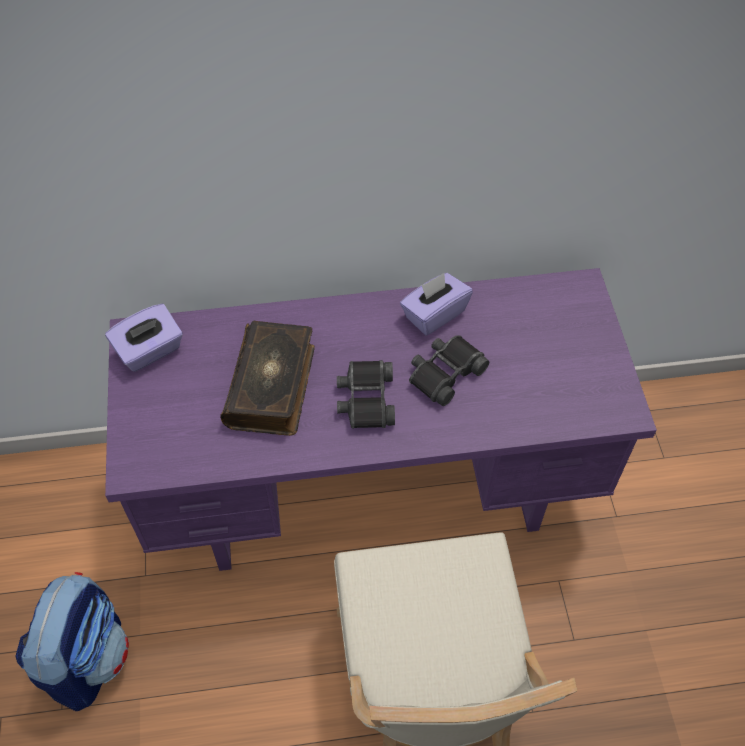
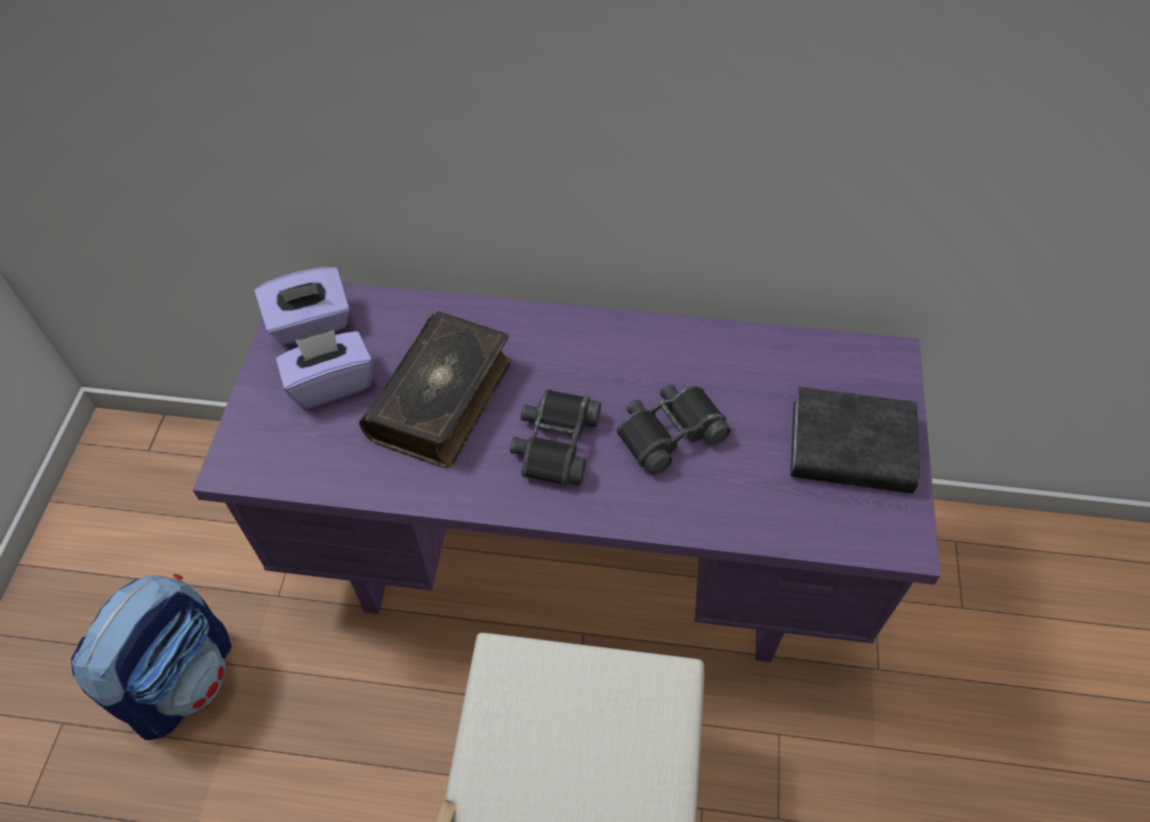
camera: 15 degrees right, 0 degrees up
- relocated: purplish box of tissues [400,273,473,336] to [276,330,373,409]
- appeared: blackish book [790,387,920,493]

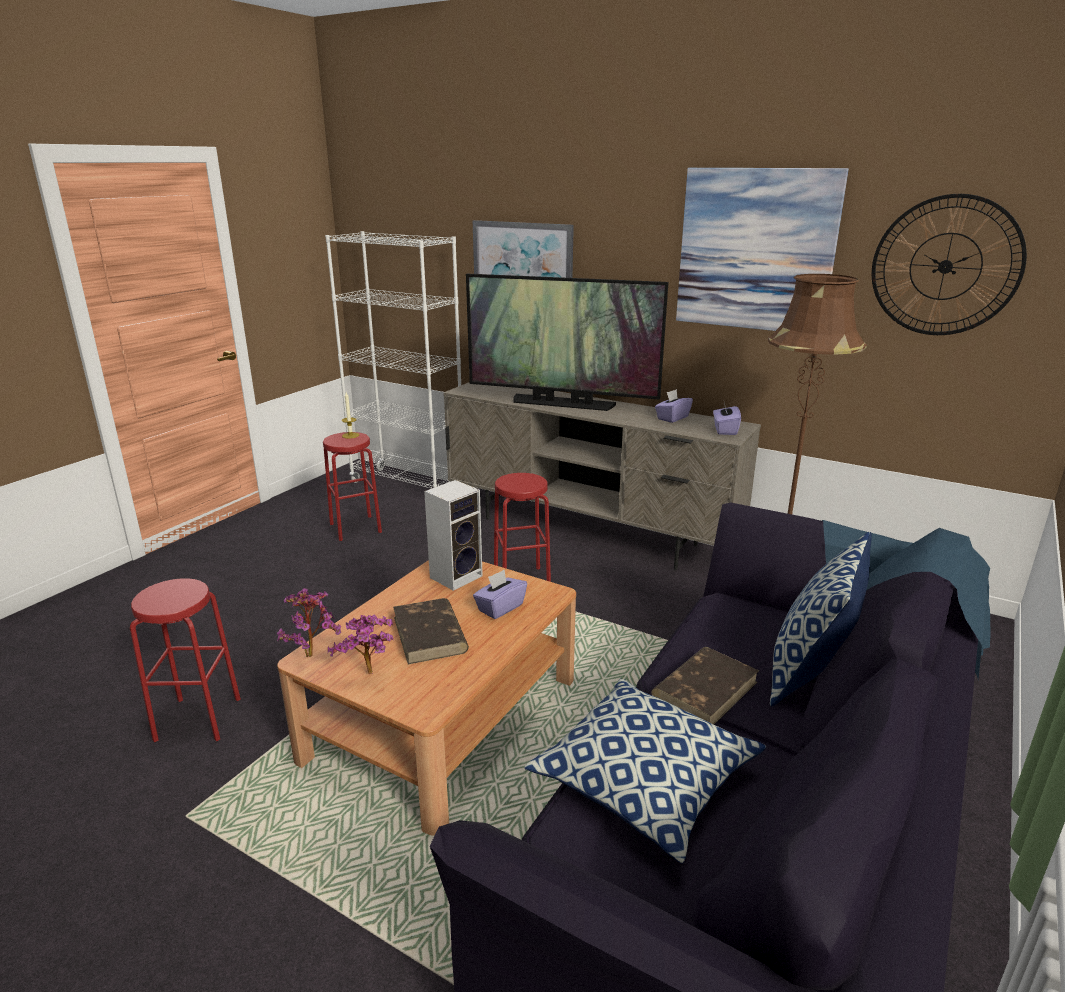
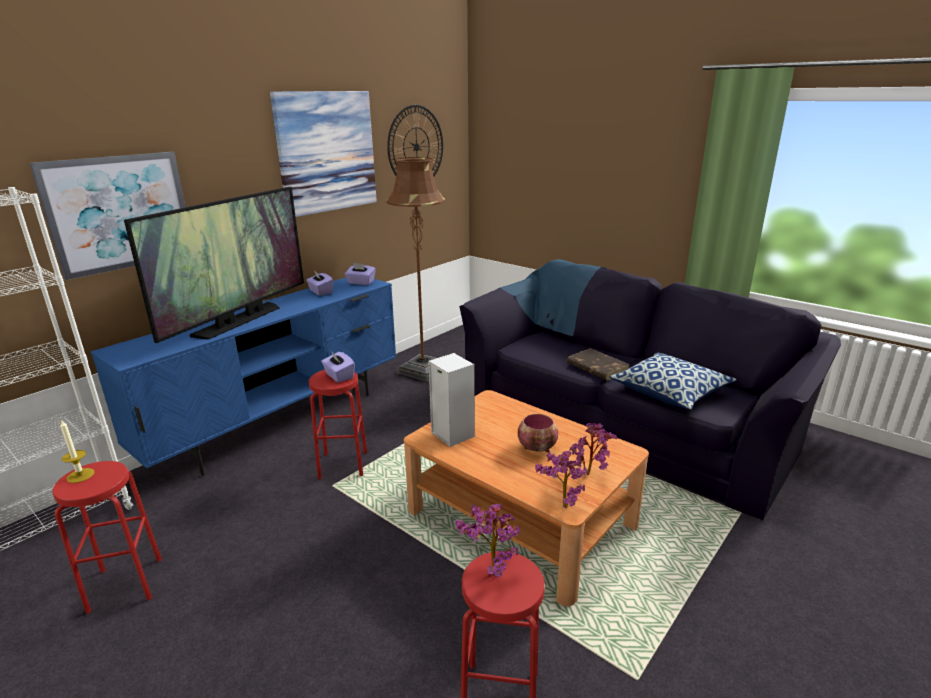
camera: 80 degrees left, 0 degrees up
- exchanged: brown-coloured book [393,598,469,664] to serving bowl [518,414,558,452]
- colour: sand-coloured tv stand [443,382,761,570] to blue tv stand [91,278,396,476]
- relocated: purplish box of tissues [473,570,527,619] to [321,351,355,383]
- missing: throw pillow [770,532,872,707]
- appeared: houseplant [456,504,521,577]

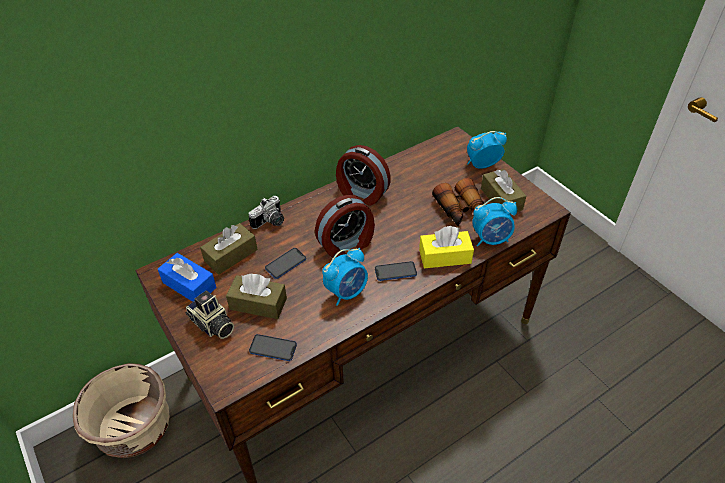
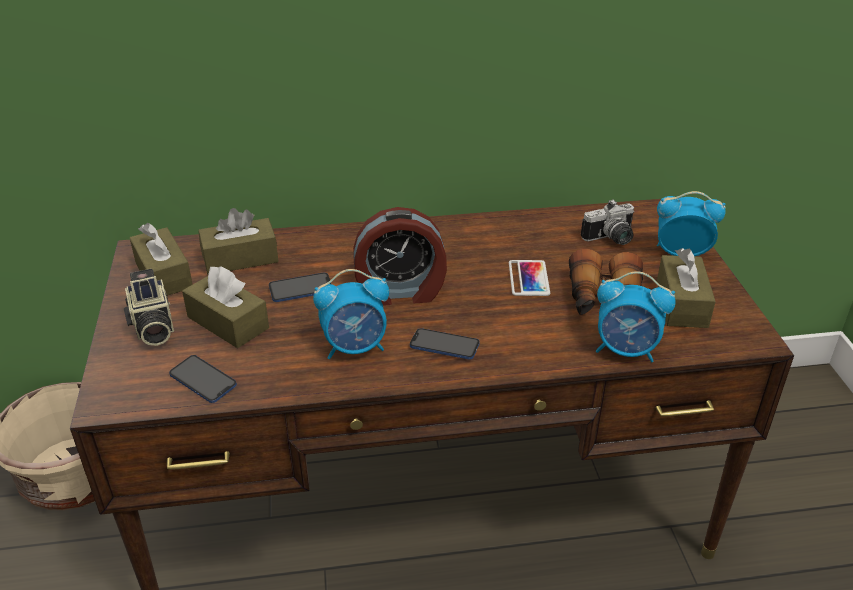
camera: 25 degrees right, 10 degrees down
- colour: blue box of tissues [158,253,217,302] to brown-coloured box of tissues [130,223,193,296]
- relocated: still camera [249,196,284,229] to [581,199,635,245]
- missing: table clock [336,145,390,206]
- missing: yellowish box of tissues [419,226,474,268]
- appeared: phone [509,260,550,296]

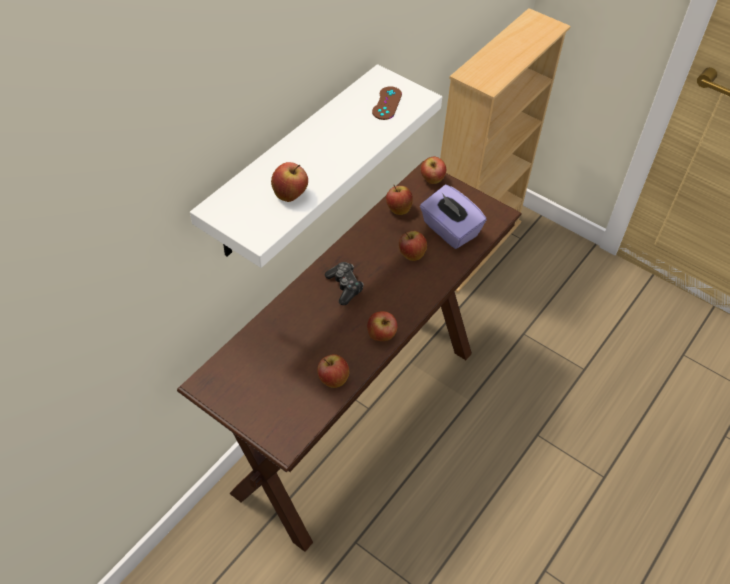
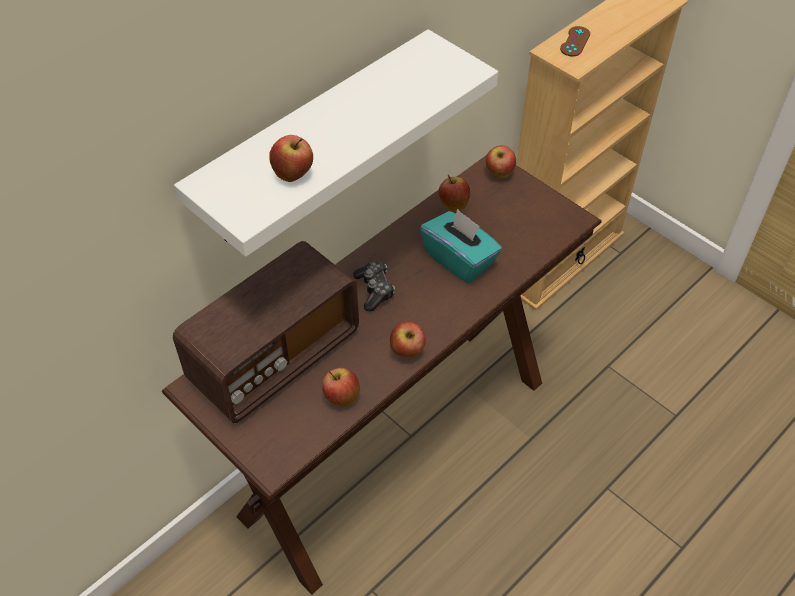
camera: 10 degrees right, 0 degrees up
- relocated: brown-coloured gamepad [372,86,402,120] to [560,26,590,56]
- exchanged: apple [399,231,427,261] to turquoise box of tissues [420,208,502,283]
- missing: purplish box of tissues [420,185,487,249]
- appeared: radio receiver [173,241,359,423]

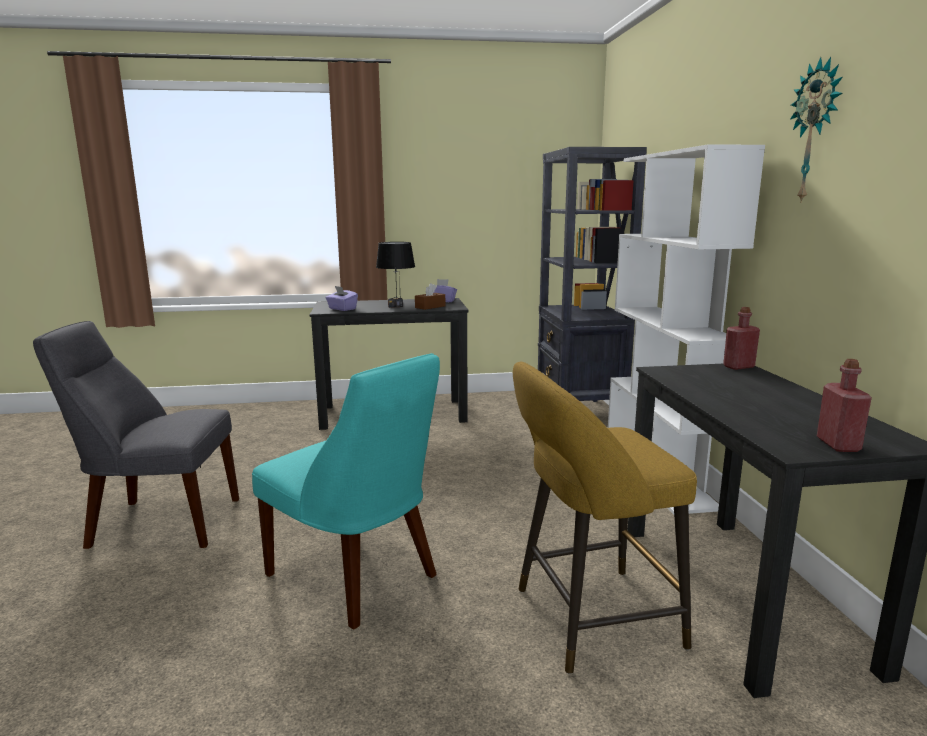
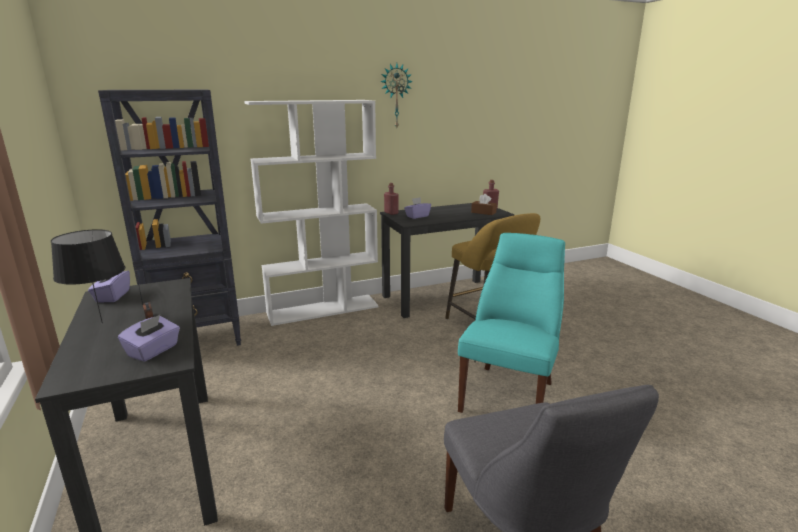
camera: 105 degrees left, 5 degrees up
- relocated: brown-coloured box of tissues [415,283,445,310] to [471,194,497,215]
- appeared: purplish box of tissues [404,197,431,219]

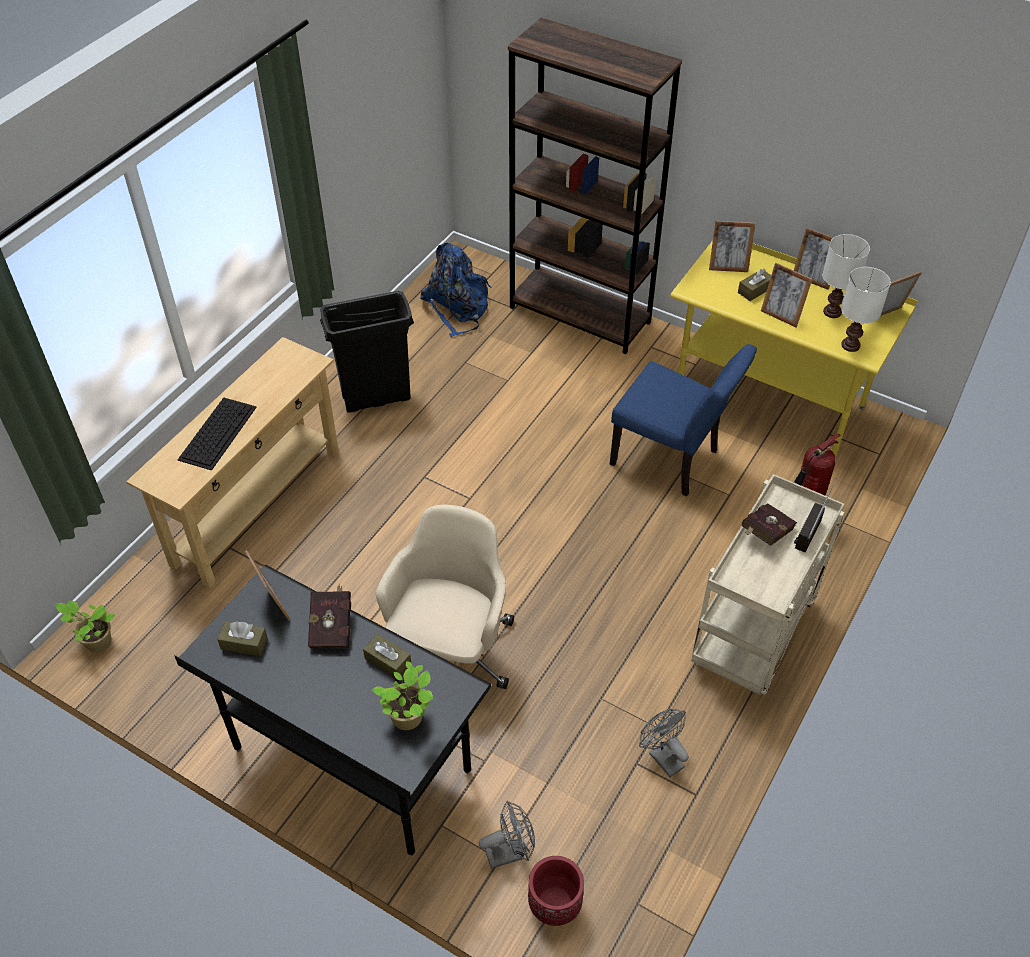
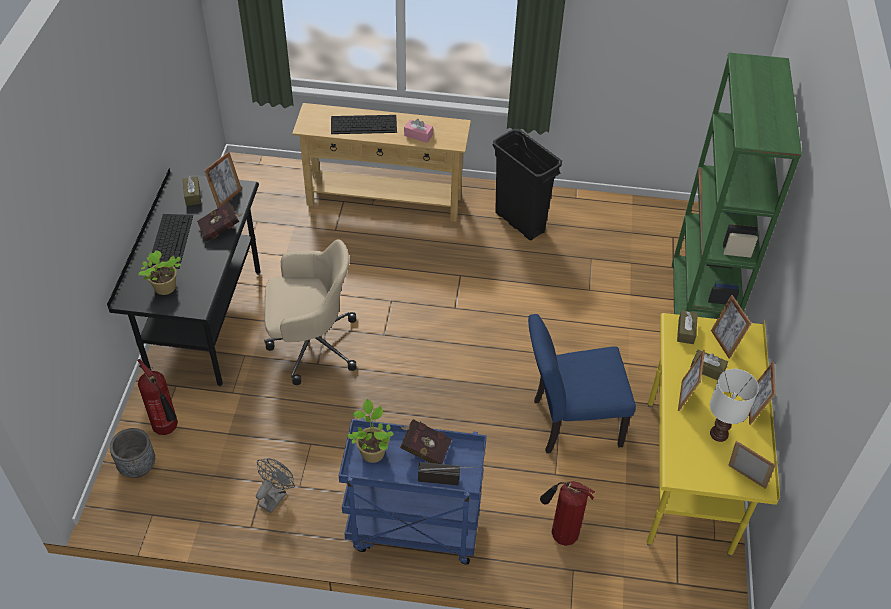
camera: 65 degrees right, 0 degrees up
- relocated: houseplant [55,601,115,653] to [347,399,394,463]
- relocated: brown-coloured box of tissues [363,634,411,680] to [677,310,698,344]
- missing: blue rucksack [420,243,492,337]
- exchanged: gray fan [479,801,535,869] to fire extinguisher [137,359,178,435]
- colour: brown-coloured shelving unit [508,18,682,354] to green-coloured shelving unit [672,52,802,319]
- colour: red-coloured plant pot [528,856,584,926] to gray plant pot [110,428,155,478]
- spun: blue upright chair [610,344,757,497] = [528,314,636,453] 75 degrees clockwise
- colour: sand-coloured trolley [691,474,845,695] to blue trolley [339,418,487,565]
- missing: white-coloured table lamp [841,267,891,352]
- appeared: keyboard [148,214,193,269]
- appeared: pinkish box of tissues [404,119,433,143]

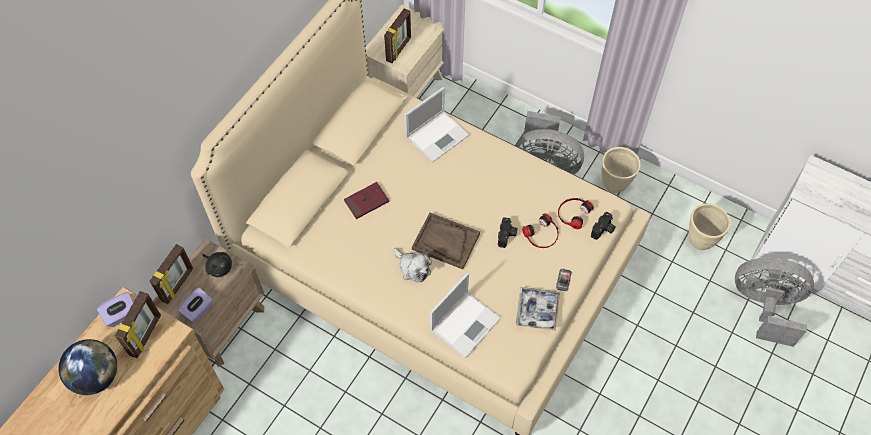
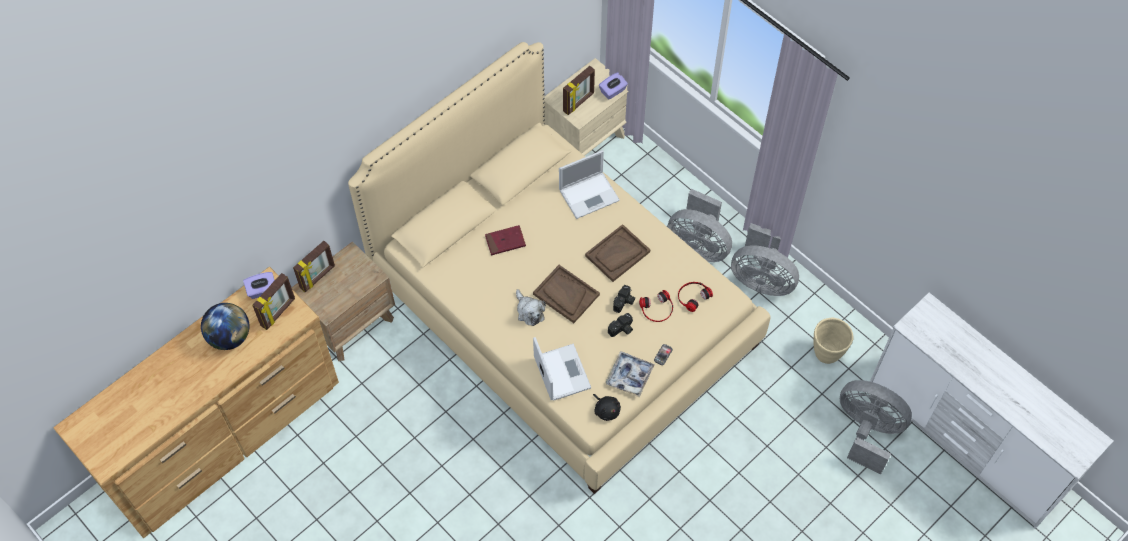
camera: 15 degrees right, 0 degrees up
- relocated: purplish box of tissues [177,288,213,323] to [599,72,628,100]
- relocated: blackish soft toy [202,252,232,277] to [593,394,621,421]
- spun: laptop [430,272,501,358] = [533,337,591,401] 75 degrees counterclockwise
- relocated: still camera [591,212,616,240] to [608,313,633,337]
- exchanged: sand-coloured plant pot [602,147,641,193] to gray fan [731,223,799,296]
- appeared: brown-coloured serving tray [585,224,650,282]

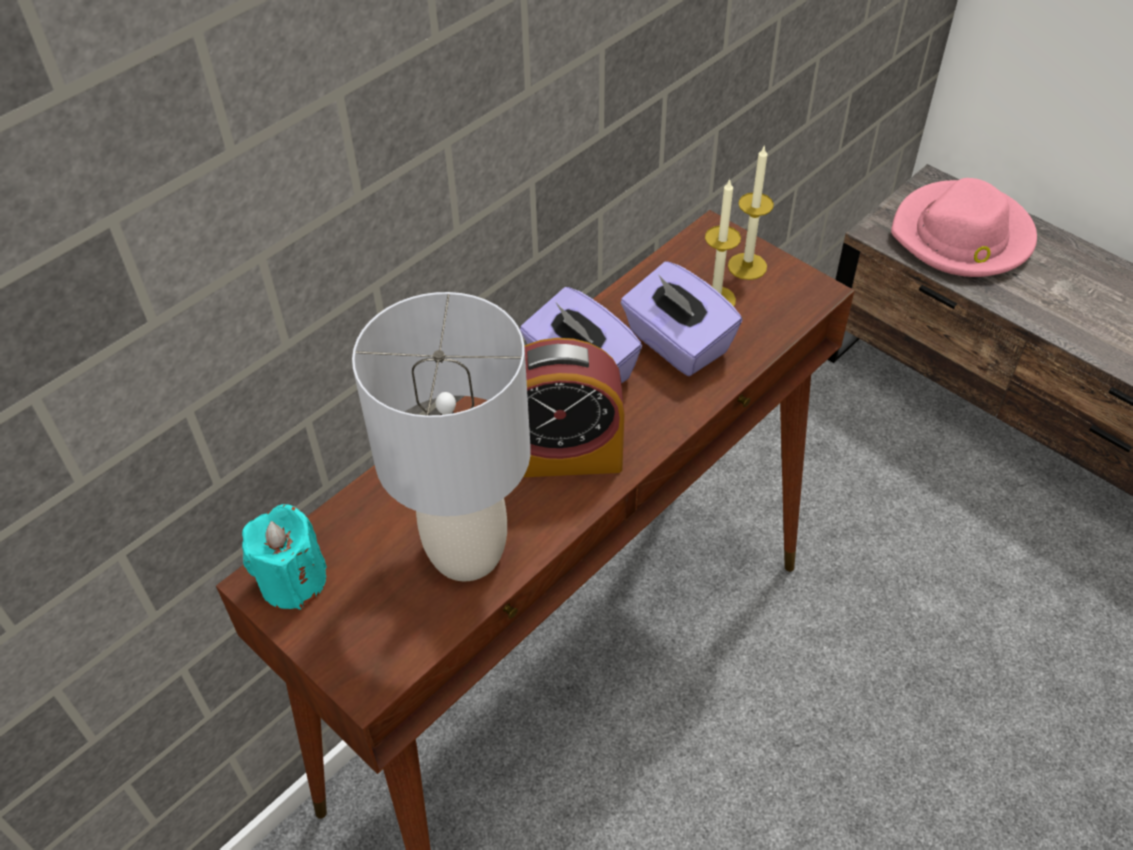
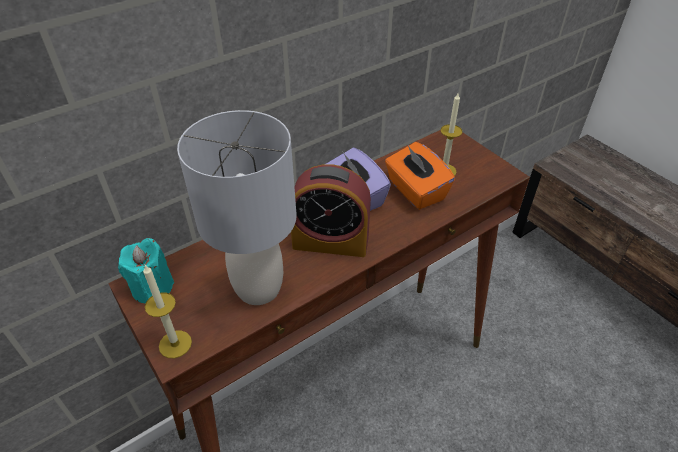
camera: 10 degrees right, 5 degrees down
- colour: purplish box of tissues [621,261,742,376] to orangey box of tissues [385,142,455,210]
- relocated: wax light [728,147,774,280] to [143,265,192,358]
- missing: pinkish clothing hat [891,178,1037,277]

